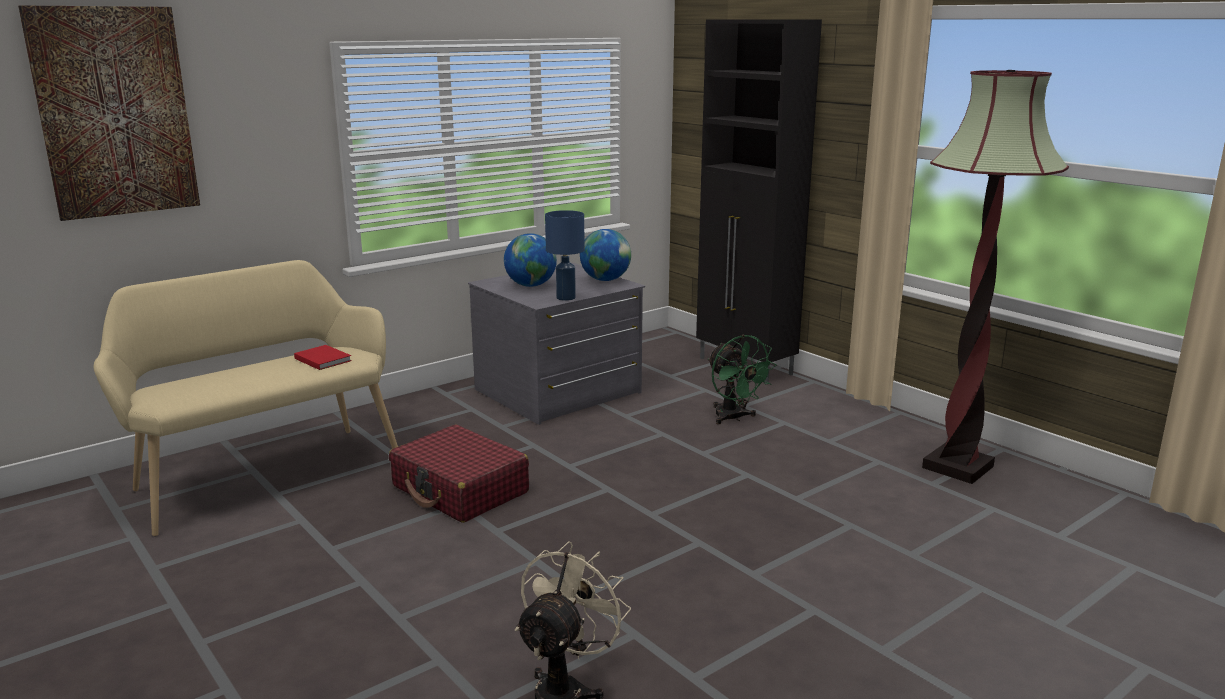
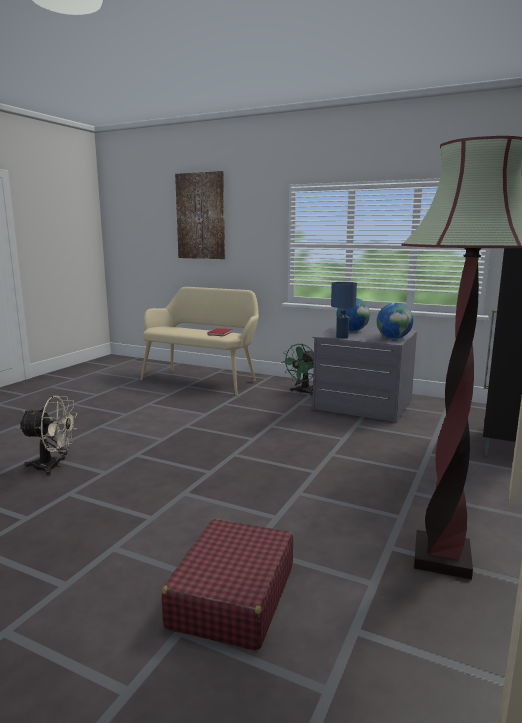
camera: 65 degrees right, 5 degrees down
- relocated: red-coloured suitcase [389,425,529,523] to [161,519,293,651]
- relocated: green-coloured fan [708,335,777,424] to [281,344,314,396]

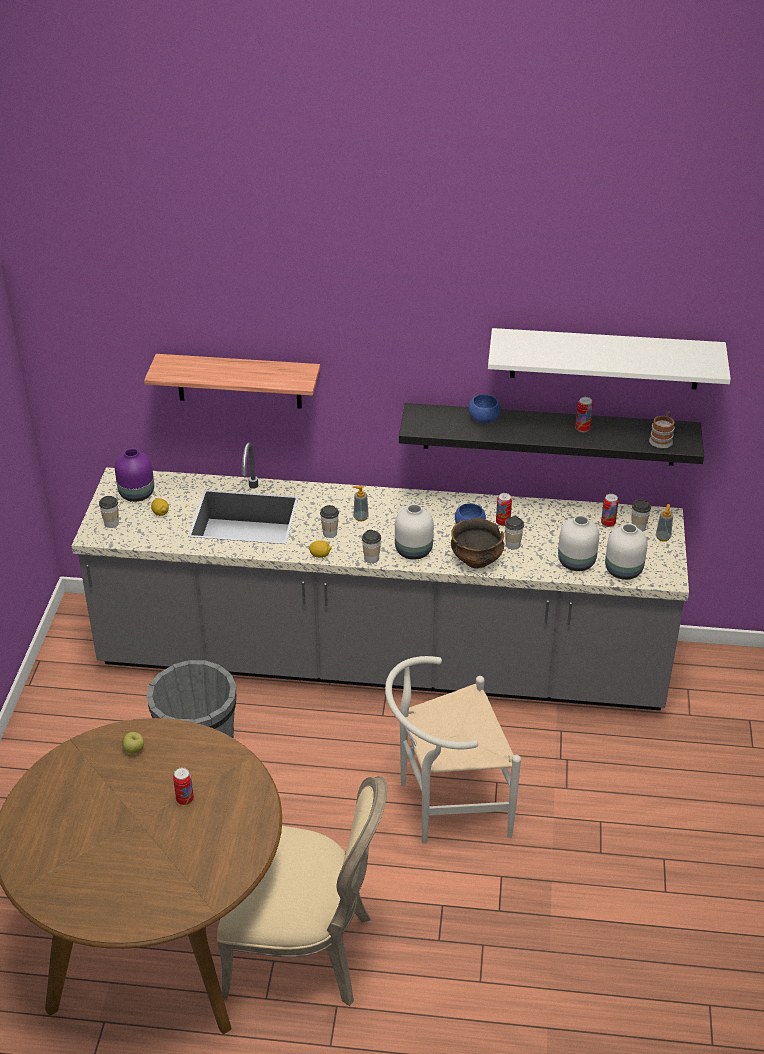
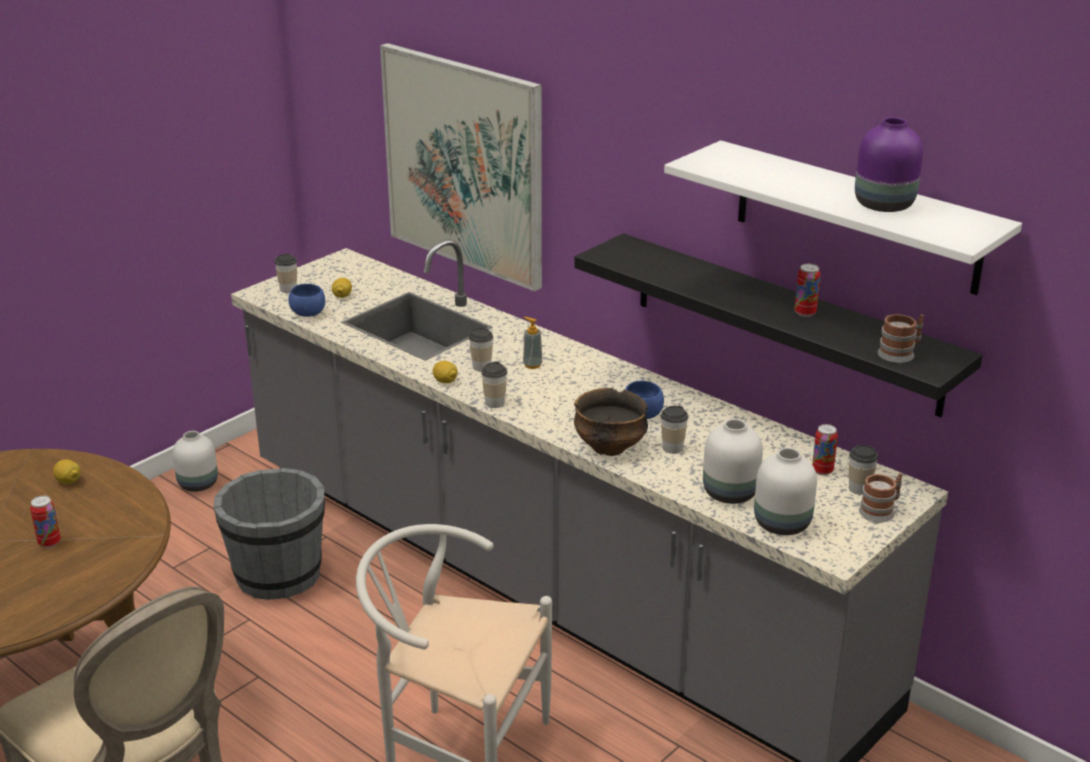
camera: 35 degrees right, 10 degrees down
- relocated: purplish vase [115,448,154,502] to [855,117,923,212]
- exchanged: apple [122,732,144,754] to citrus fruit [53,459,81,484]
- exchanged: bracket shelf [144,354,320,409] to wall art [380,43,542,291]
- relocated: white-coloured vase [395,504,434,560] to [172,431,218,492]
- relocated: blue serving bowl [469,394,501,423] to [288,284,325,317]
- missing: can [496,493,512,526]
- exchanged: soap bottle [656,504,673,542] to mug [859,473,903,523]

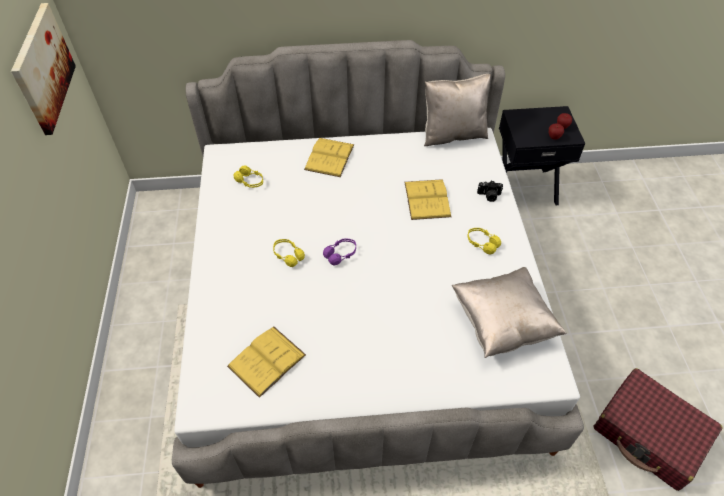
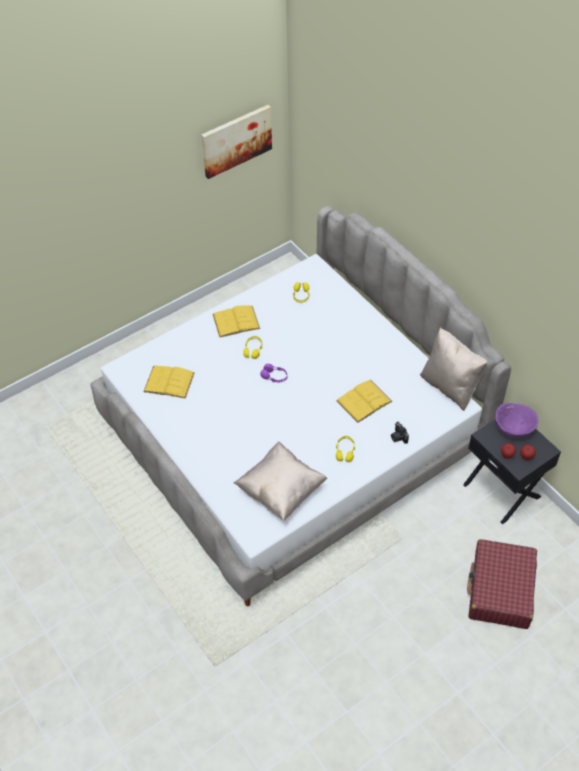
camera: 60 degrees right, 0 degrees up
- relocated: yellowish book [304,138,354,177] to [213,305,260,337]
- relocated: red-coloured suitcase [593,368,723,491] to [467,539,537,629]
- appeared: purplish serving bowl [495,403,538,438]

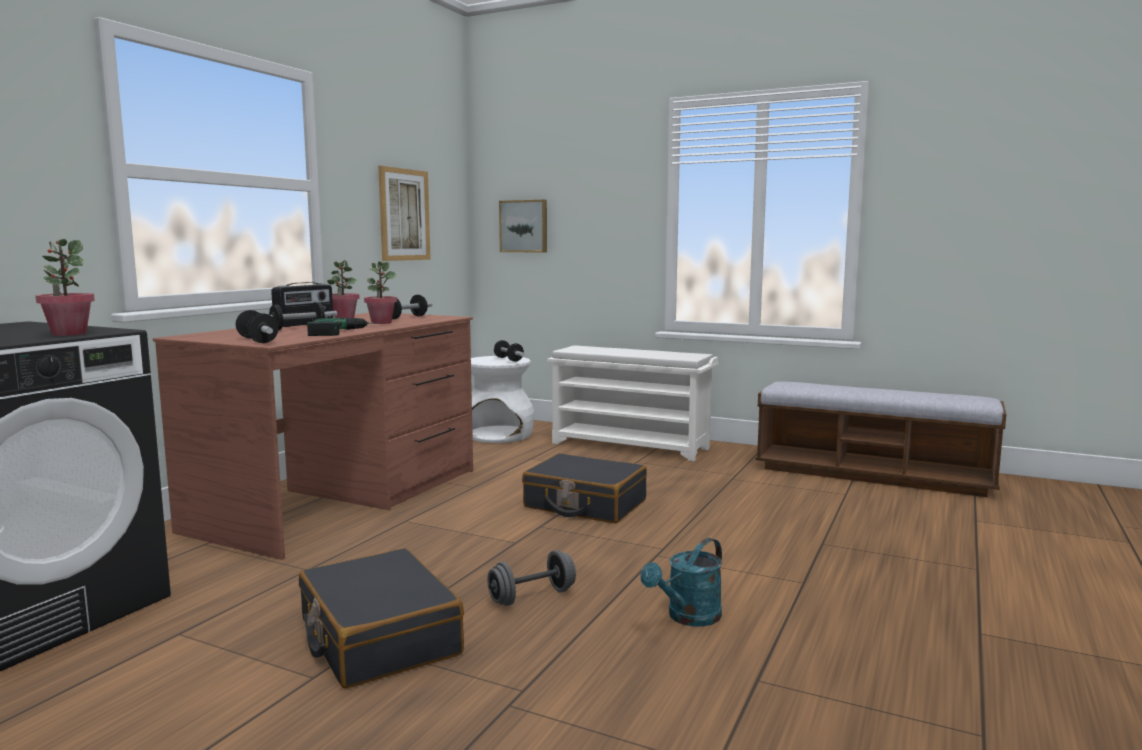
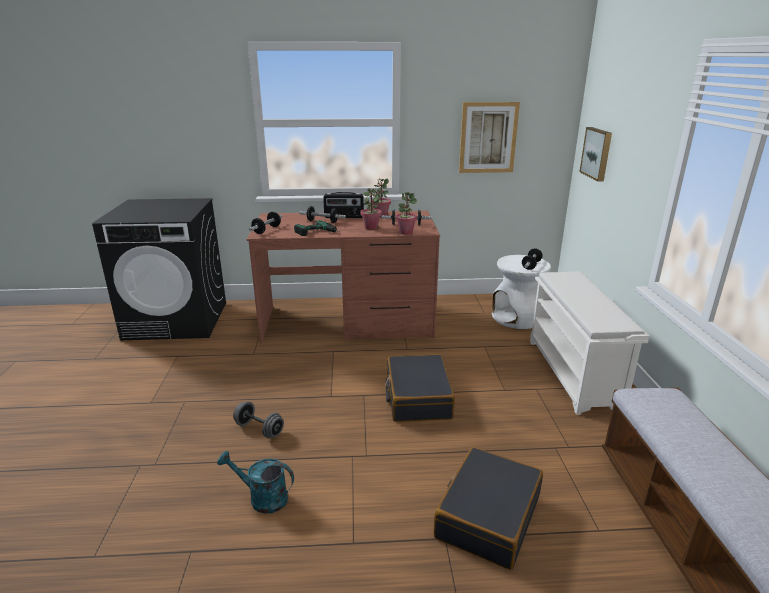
camera: 60 degrees right, 15 degrees up
- relocated: houseplant [35,239,95,336] to [396,192,417,235]
- relocated: blackish suitcase [299,548,464,689] to [434,447,543,570]

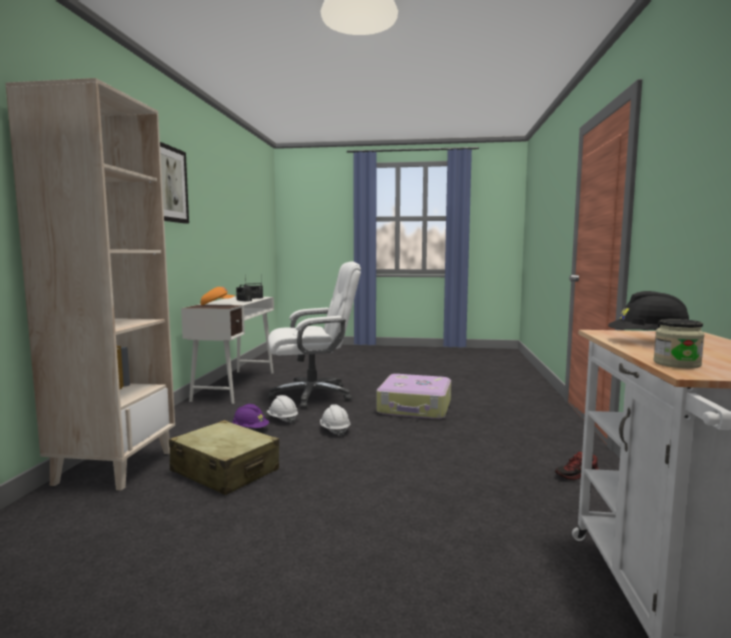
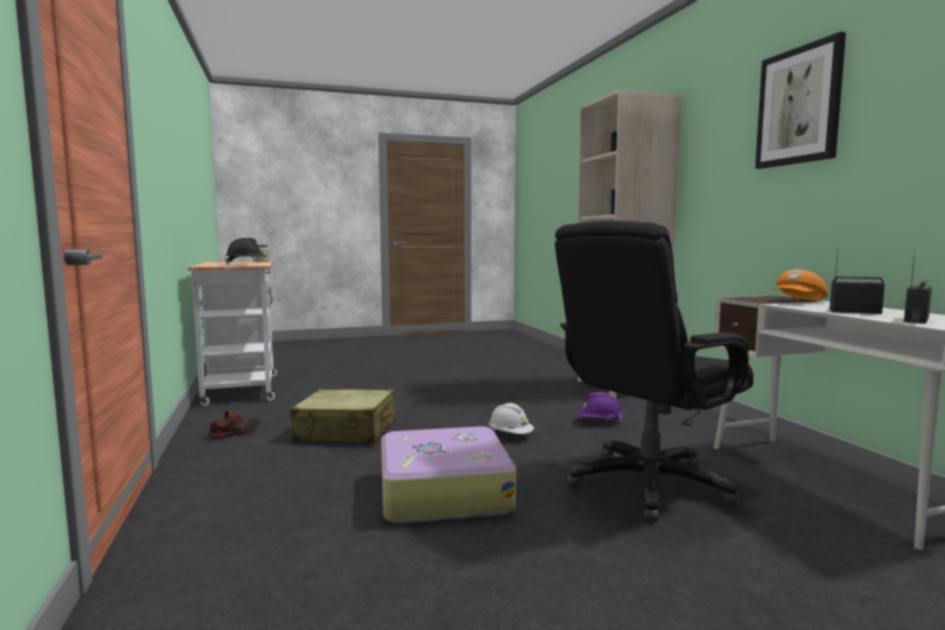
camera: 155 degrees right, 0 degrees up
- relocated: sand-coloured suitcase [169,420,279,495] to [290,389,396,444]
- missing: white-coloured work helmet [266,395,298,424]
- colour: white-coloured desk chair [268,261,361,409] to blackish desk chair [555,220,754,522]

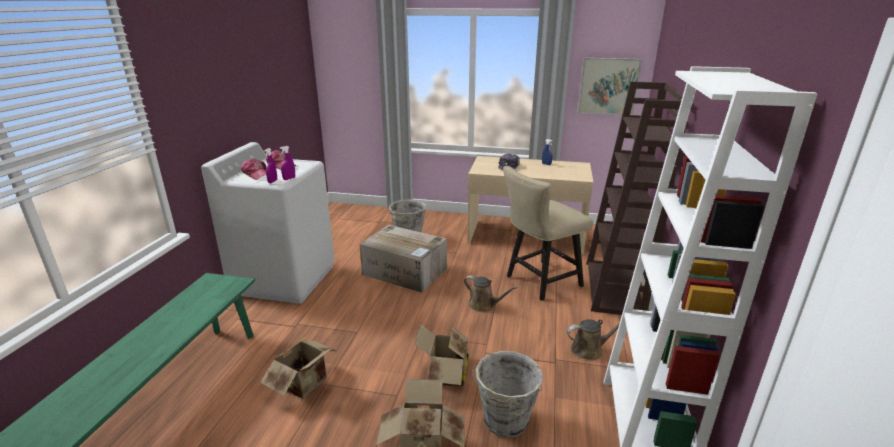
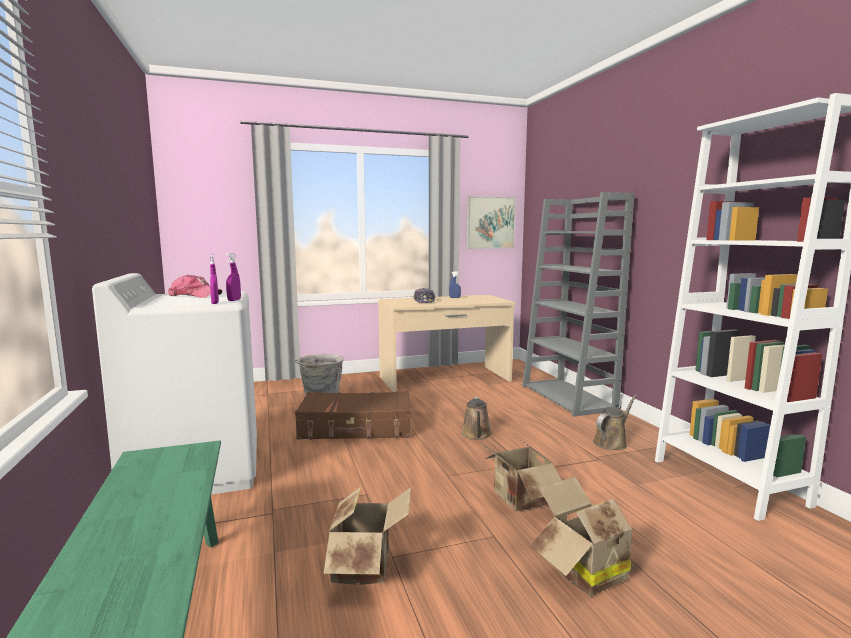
camera: 30 degrees left, 15 degrees down
- missing: cap [241,158,266,180]
- exchanged: packing box [360,225,447,293] to brown-coloured suitcase [295,391,410,440]
- spun: brown-coloured watering can [464,275,518,312] = [461,397,492,440] 90 degrees clockwise
- missing: gray bucket [472,351,543,438]
- missing: sand-coloured upright chair [503,166,593,301]
- colour: brown-coloured shelving unit [586,81,687,315] to gray shelving unit [522,192,634,417]

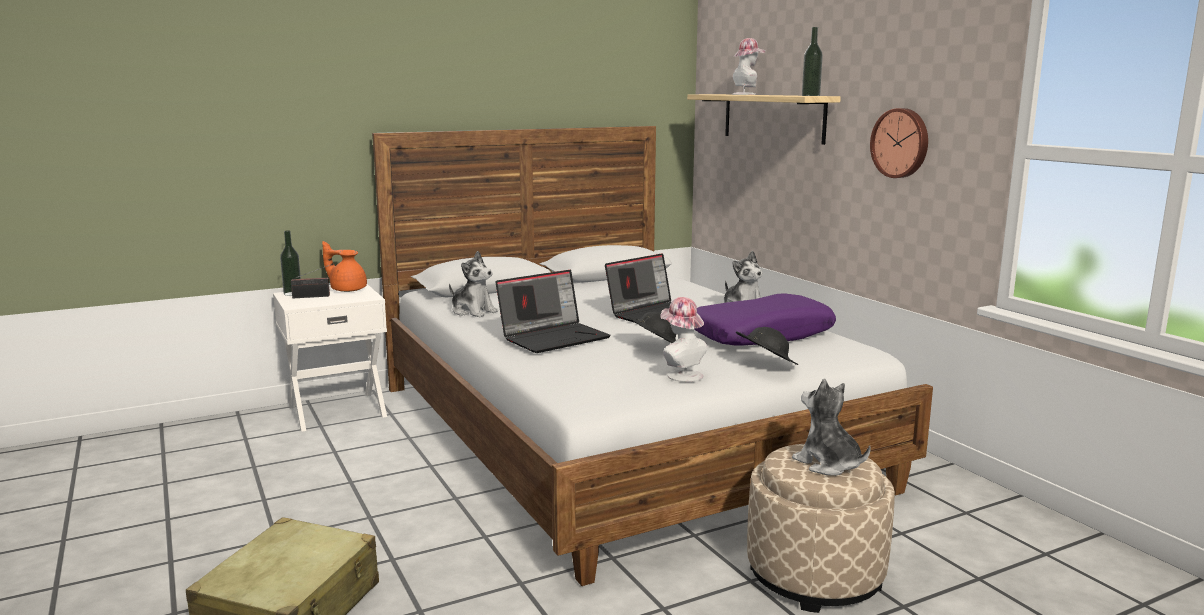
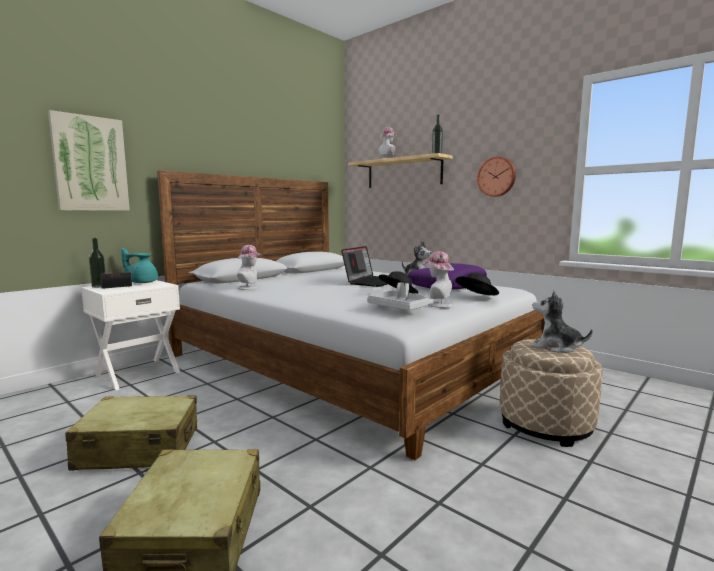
camera: 20 degrees left, 5 degrees down
- colour: orangey pot for tea [322,241,367,292] to turquoise pot for tea [121,247,158,283]
- exchanged: soft toy [449,251,498,317] to clothing hat [237,245,262,290]
- missing: laptop [495,270,611,353]
- appeared: wall art [48,110,130,211]
- appeared: sand-coloured suitcase [65,395,197,471]
- appeared: gray serving tray [367,282,429,310]

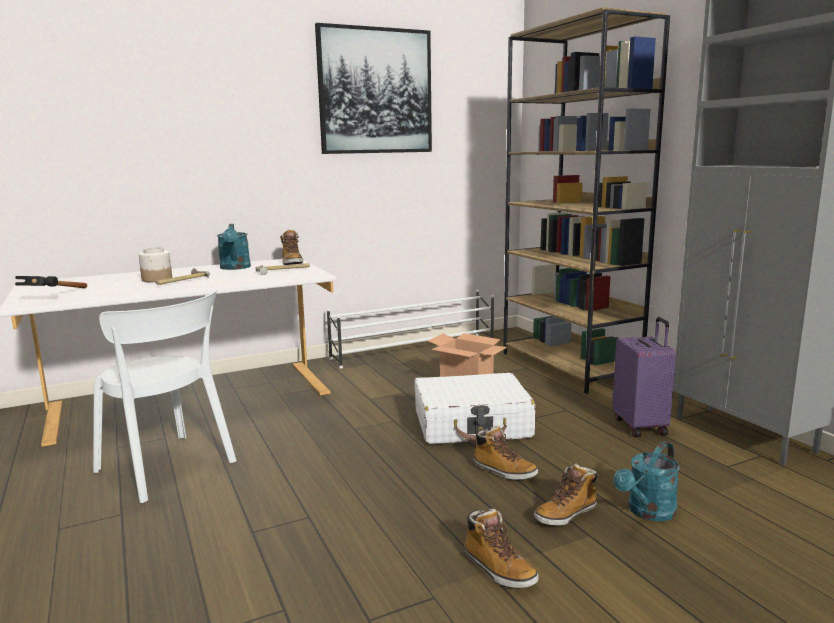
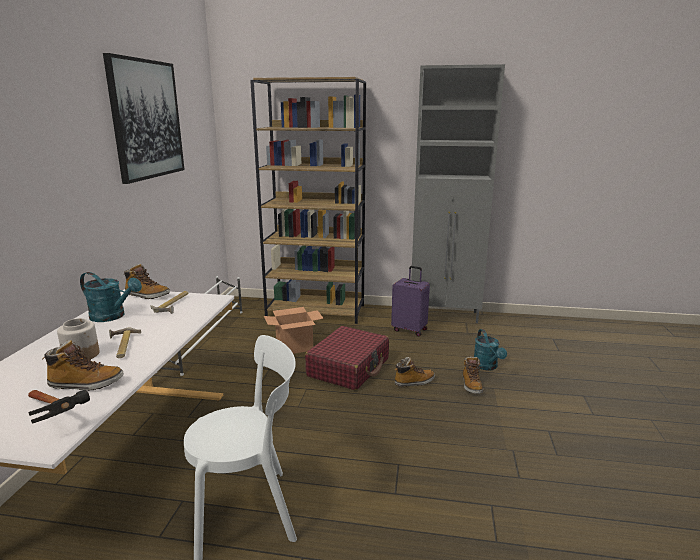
camera: 55 degrees left, 5 degrees up
- colour: white-coloured suitcase [414,373,535,444] to red-coloured suitcase [305,326,389,390]
- relocated: tall boot [464,509,539,588] to [42,340,124,391]

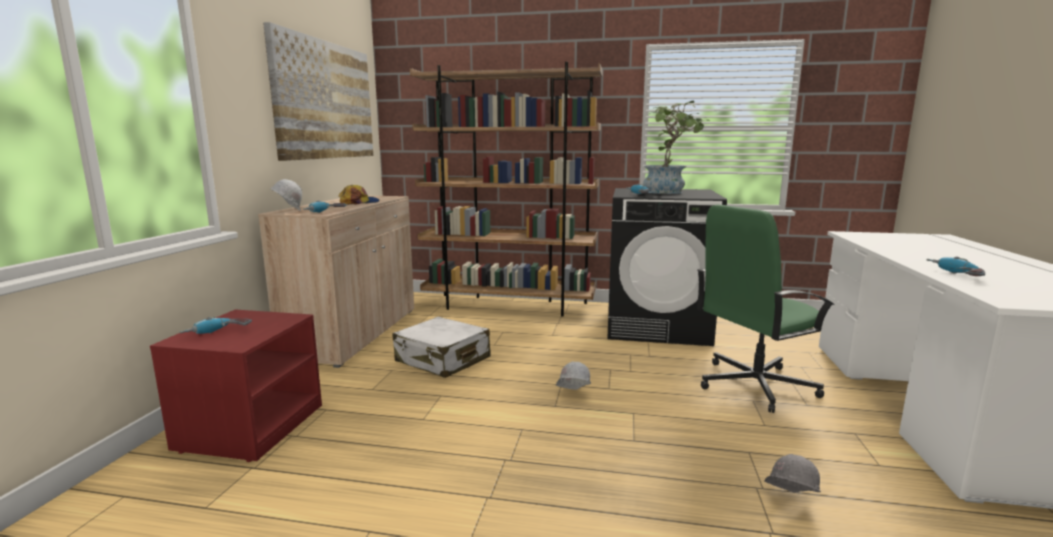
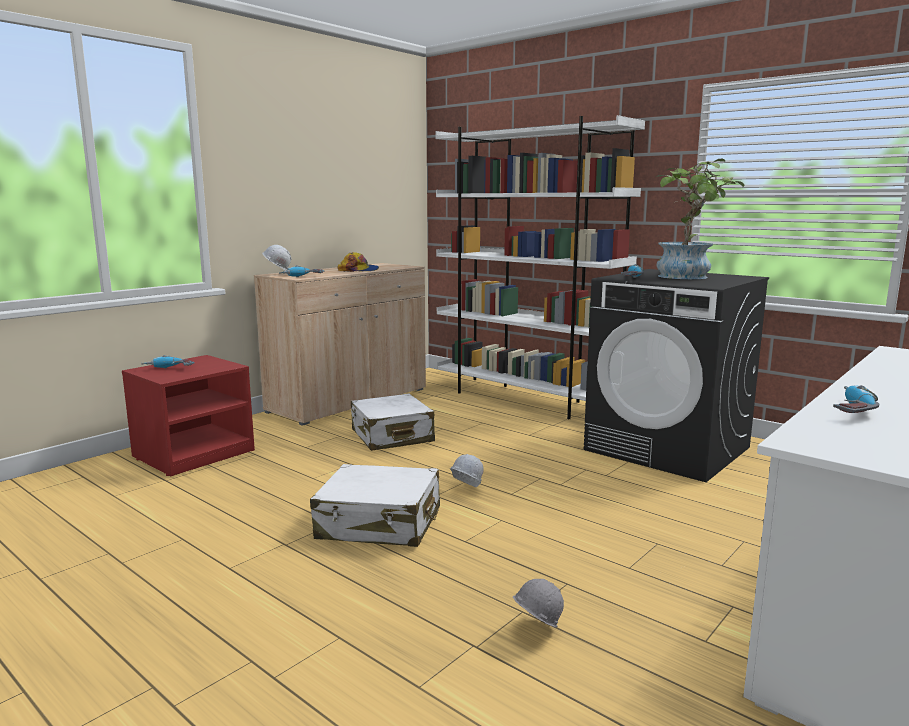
camera: 30 degrees right, 0 degrees up
- missing: wall art [263,22,373,161]
- colour: brown-coloured shelving unit [410,62,603,317] to white-coloured shelving unit [436,115,645,419]
- missing: green-coloured desk chair [697,205,835,413]
- appeared: white-coloured suitcase [310,464,440,547]

